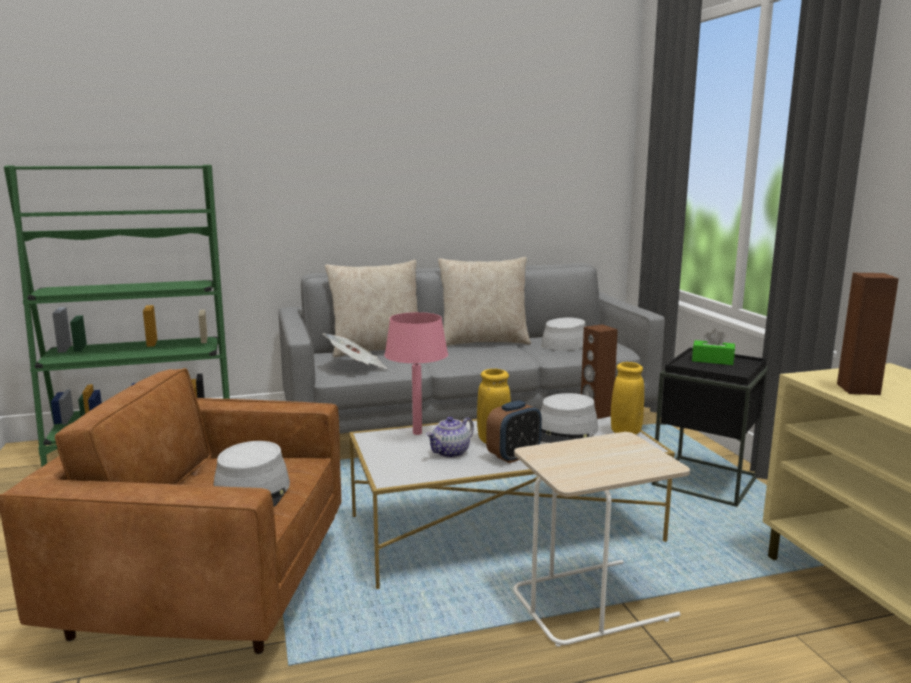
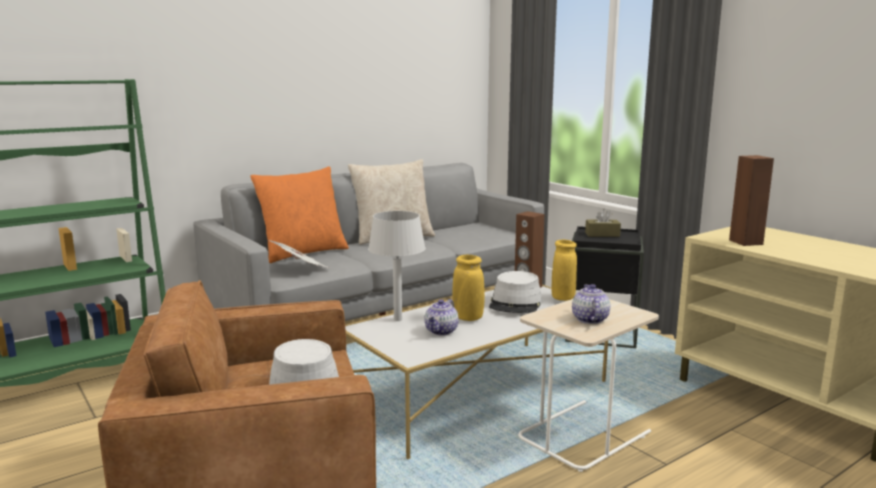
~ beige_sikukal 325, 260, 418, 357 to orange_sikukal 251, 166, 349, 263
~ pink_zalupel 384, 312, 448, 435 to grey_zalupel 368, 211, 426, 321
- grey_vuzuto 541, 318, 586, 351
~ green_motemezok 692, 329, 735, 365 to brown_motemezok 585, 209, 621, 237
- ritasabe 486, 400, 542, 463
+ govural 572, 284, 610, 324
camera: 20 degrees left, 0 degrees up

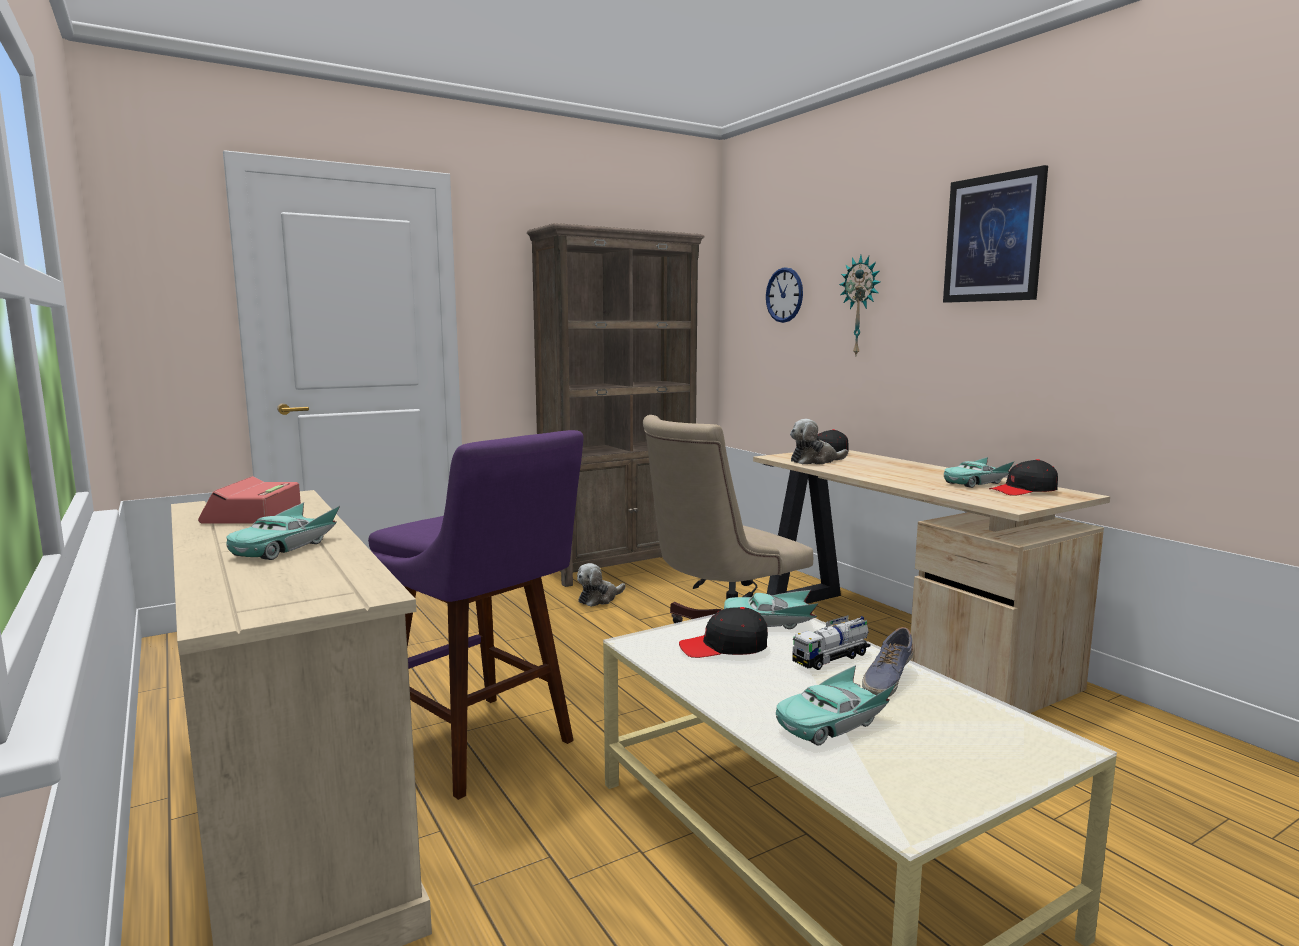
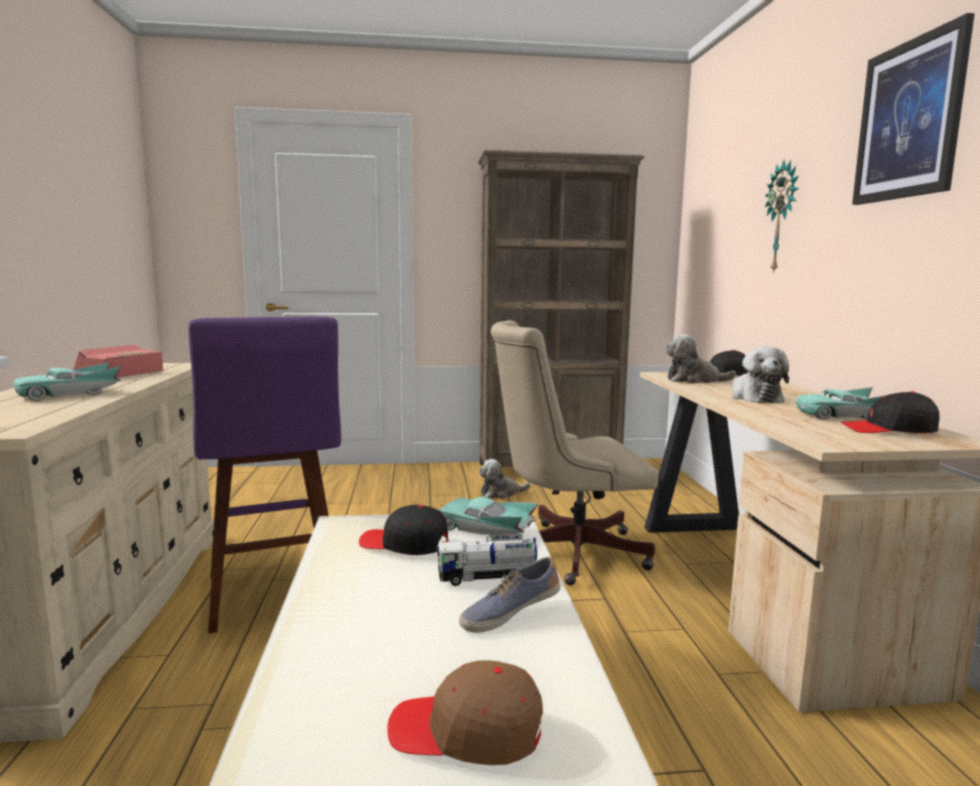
- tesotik 766, 267, 803, 323
- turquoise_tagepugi 776, 665, 896, 746
+ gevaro 732, 346, 789, 403
+ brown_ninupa 387, 660, 543, 765
camera: 25 degrees right, 0 degrees up

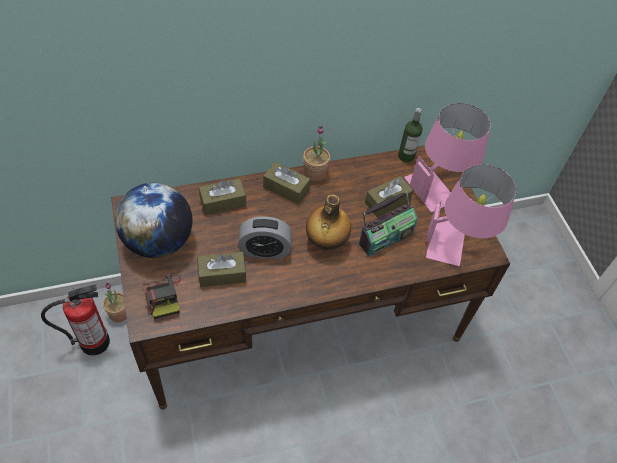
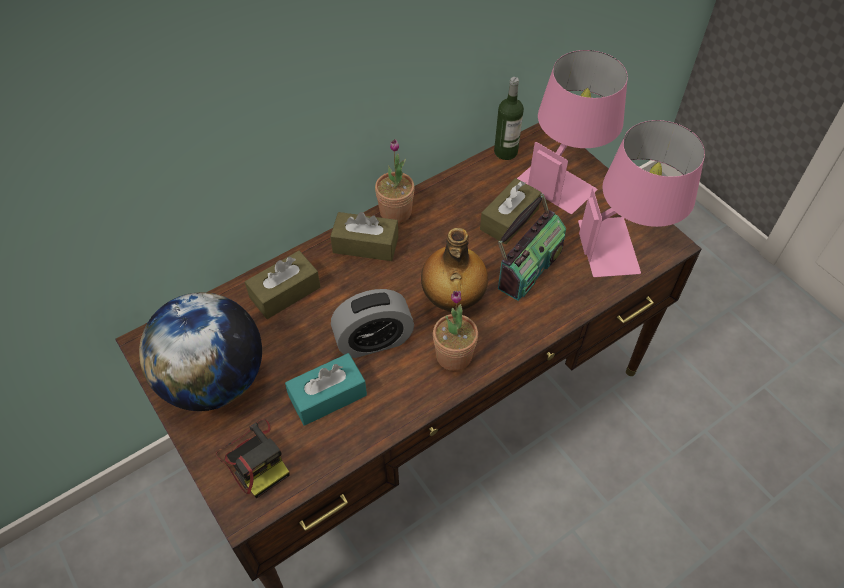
~ brown_motemezok 197, 252, 246, 287 to turquoise_motemezok 285, 353, 367, 426
~ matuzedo 103, 283, 126, 322 to 433, 290, 478, 371
- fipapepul 41, 284, 110, 356
camera: 15 degrees left, 0 degrees up

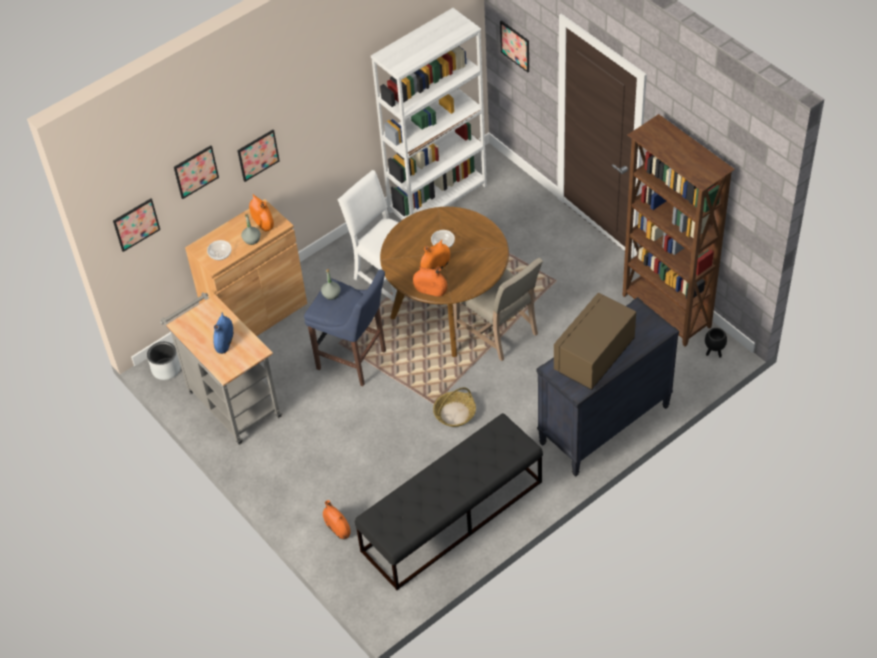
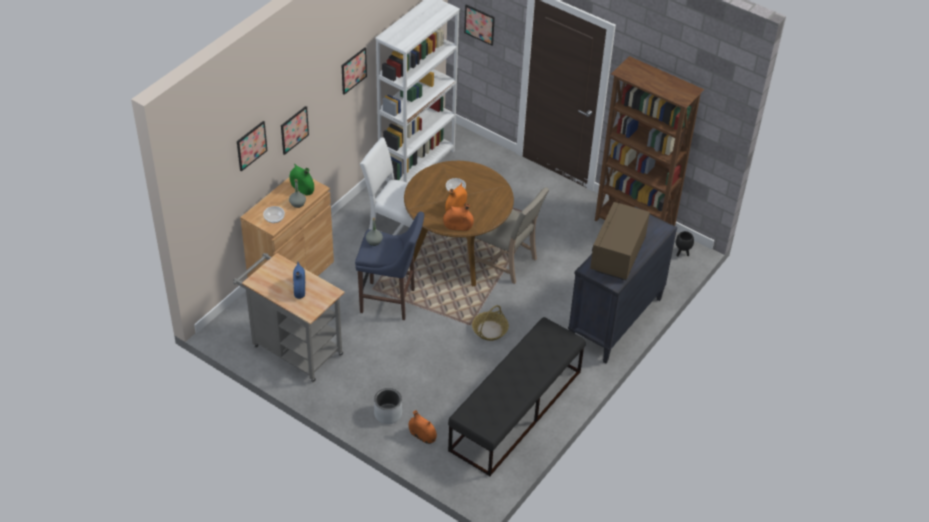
~ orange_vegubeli 249, 194, 274, 231 to green_vegubeli 290, 164, 314, 195
~ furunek 113, 199, 160, 252 to 342, 47, 367, 95
~ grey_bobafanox 147, 342, 181, 380 to 374, 388, 402, 424
camera: 20 degrees left, 5 degrees down

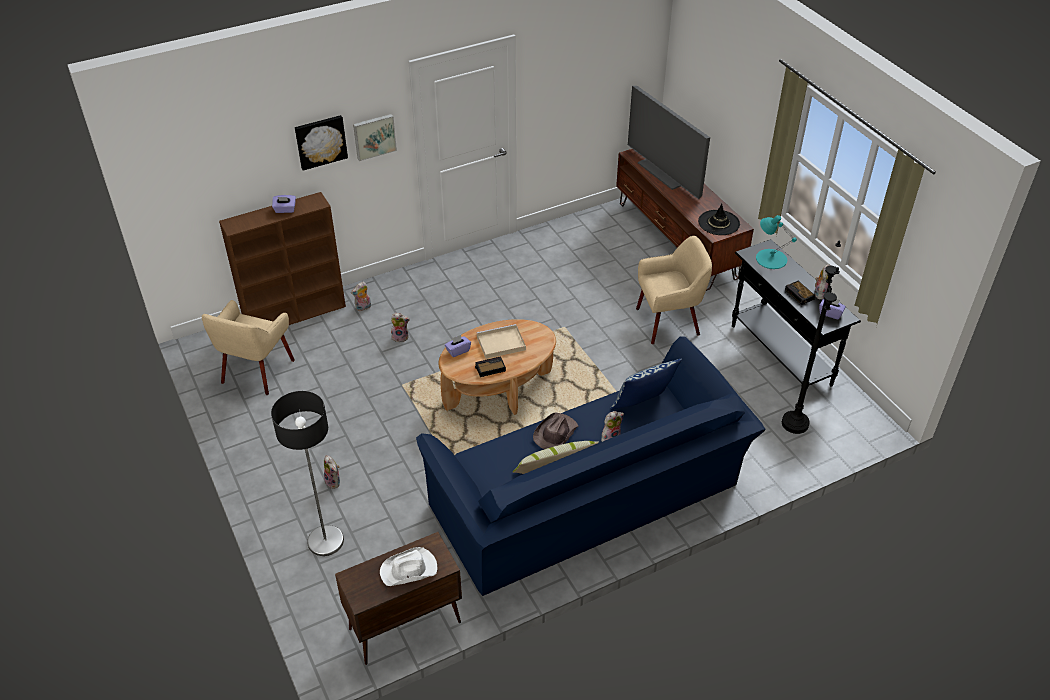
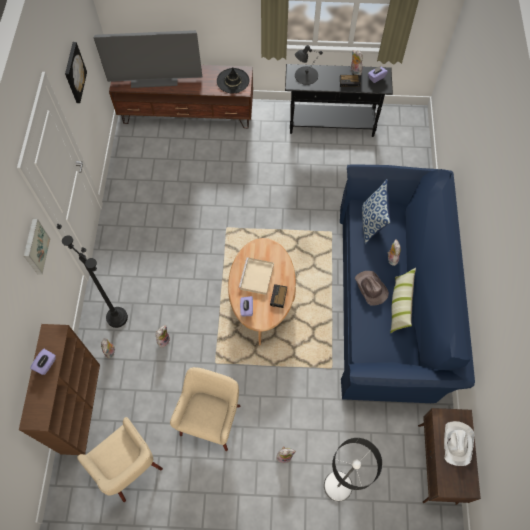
~ furunek 295, 115, 348, 170 to 65, 42, 87, 103
~ turquoise_zalupel 756, 215, 797, 269 to black_zalupel 295, 45, 323, 85
~ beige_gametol 636, 236, 712, 344 to 170, 367, 240, 451
~ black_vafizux 782, 240, 841, 434 to 57, 224, 128, 328
camera: 60 degrees left, 20 degrees up

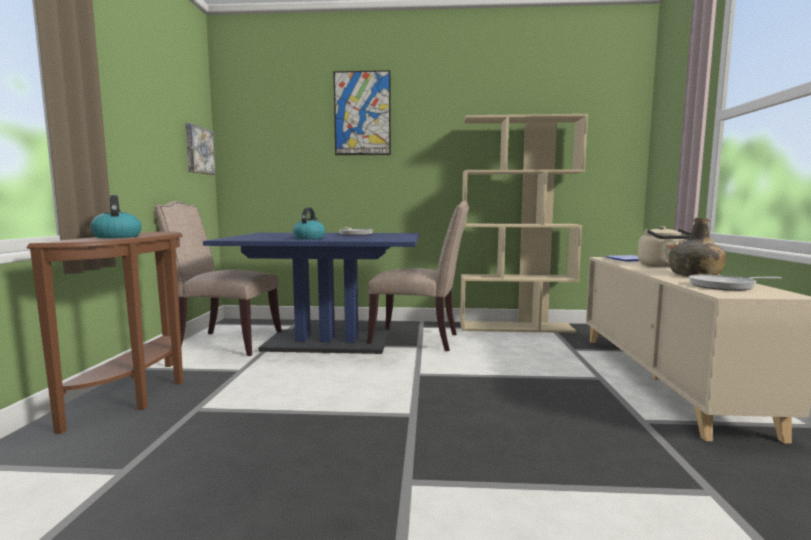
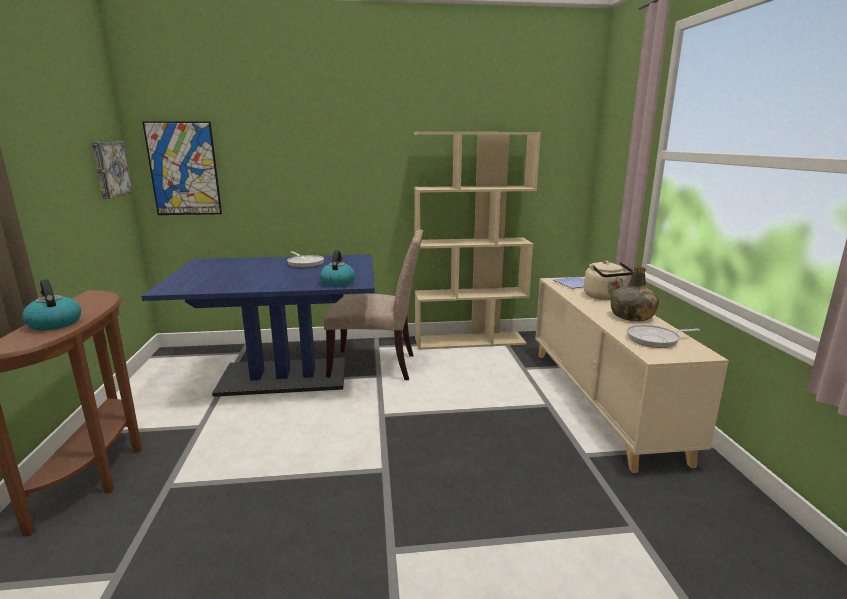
~ furunek 333, 70, 391, 155 to 142, 121, 222, 215
- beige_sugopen 154, 201, 282, 356
~ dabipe 292, 207, 325, 239 to 320, 250, 355, 287
camera: 10 degrees left, 10 degrees up

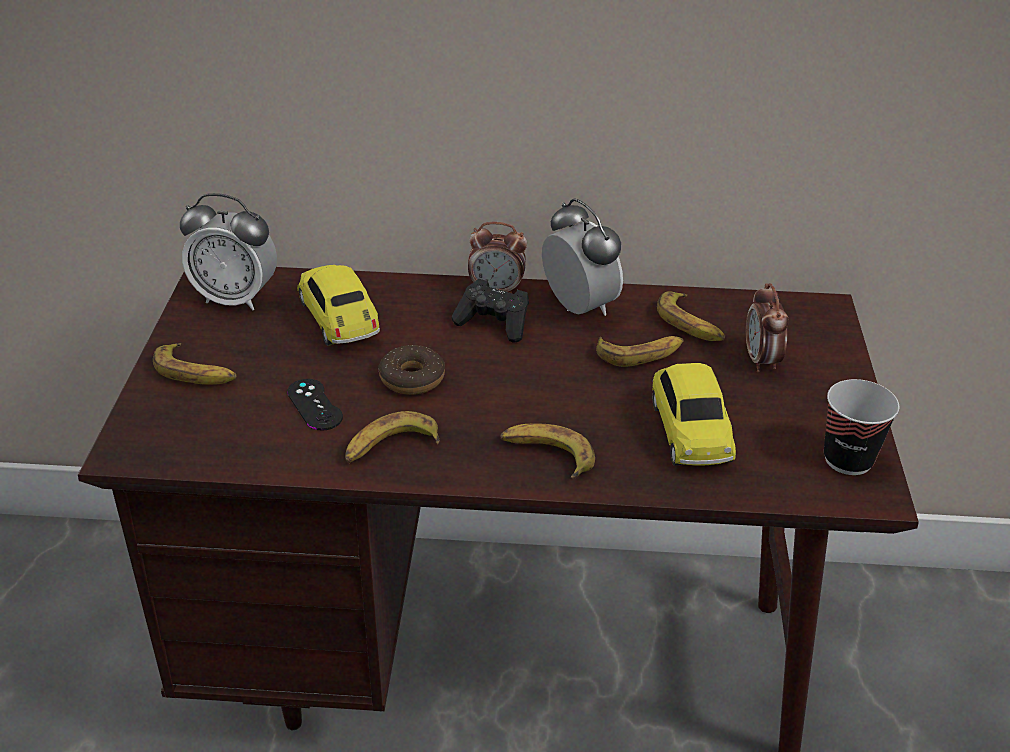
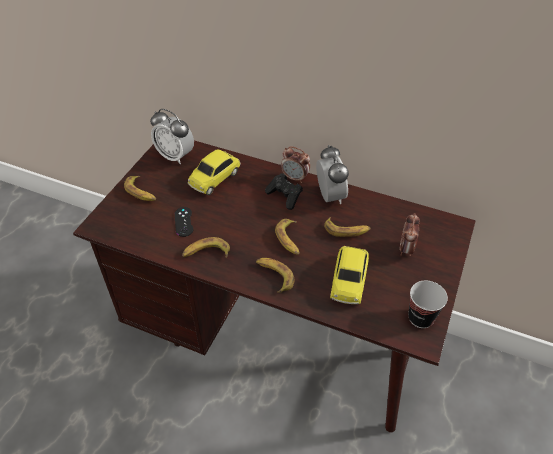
~ tagepugi 297, 265, 380, 346 = 188, 150, 240, 195 135 degrees counterclockwise
~ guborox 657, 292, 725, 341 to 275, 219, 300, 255
- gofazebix 378, 345, 445, 395
camera: 20 degrees right, 10 degrees up

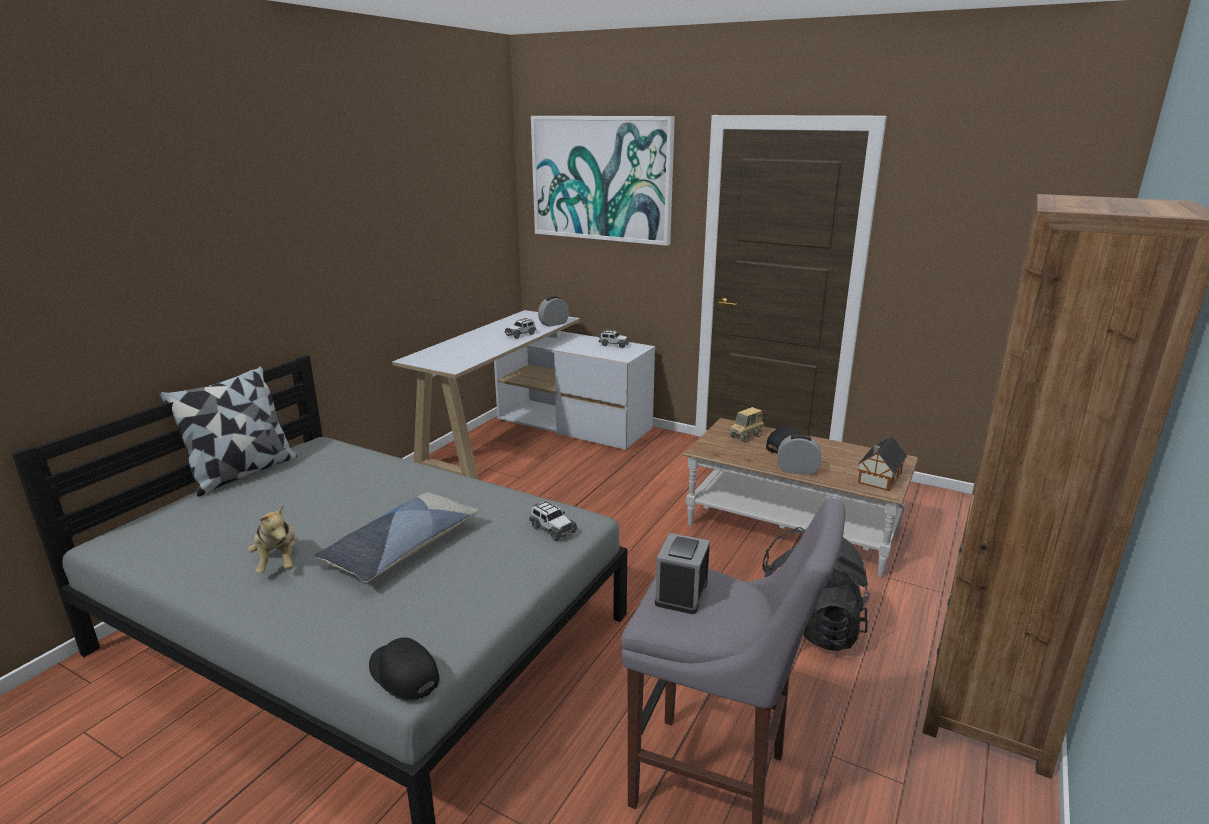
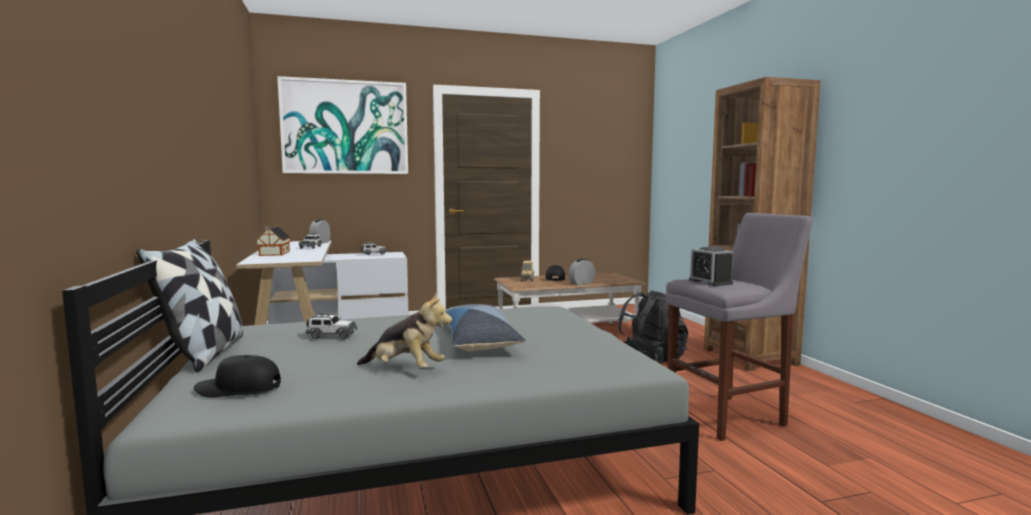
~ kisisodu 857, 437, 907, 491 to 256, 226, 291, 256
~ tagepugi 529, 501, 577, 541 to 306, 313, 357, 339
~ black_ninupa 369, 637, 440, 701 to 194, 355, 281, 397
camera: 45 degrees left, 15 degrees down

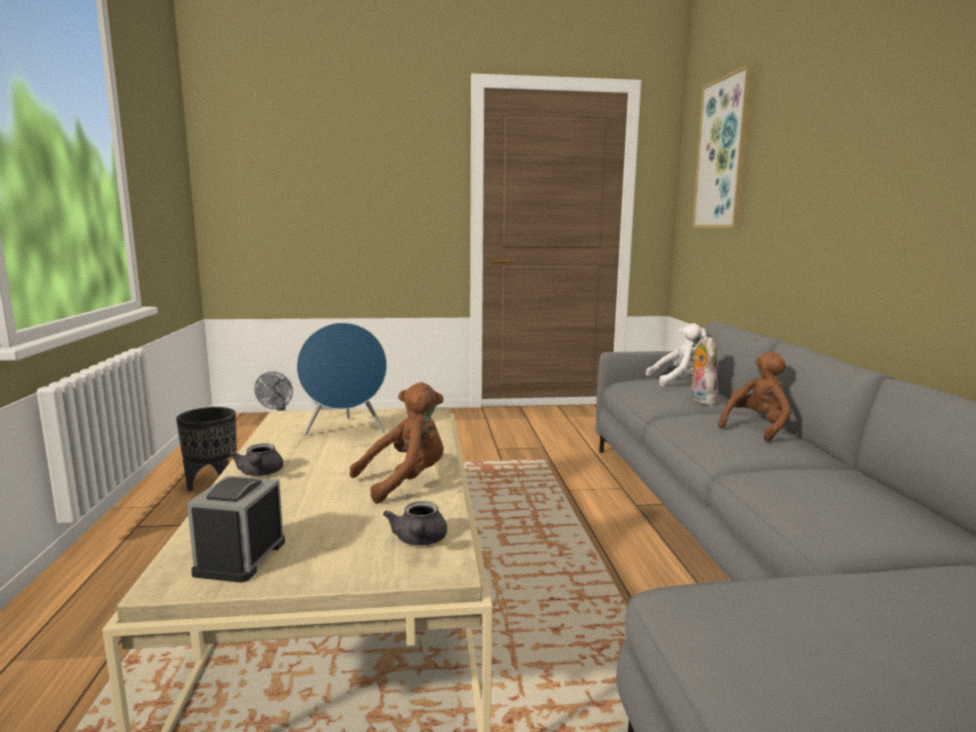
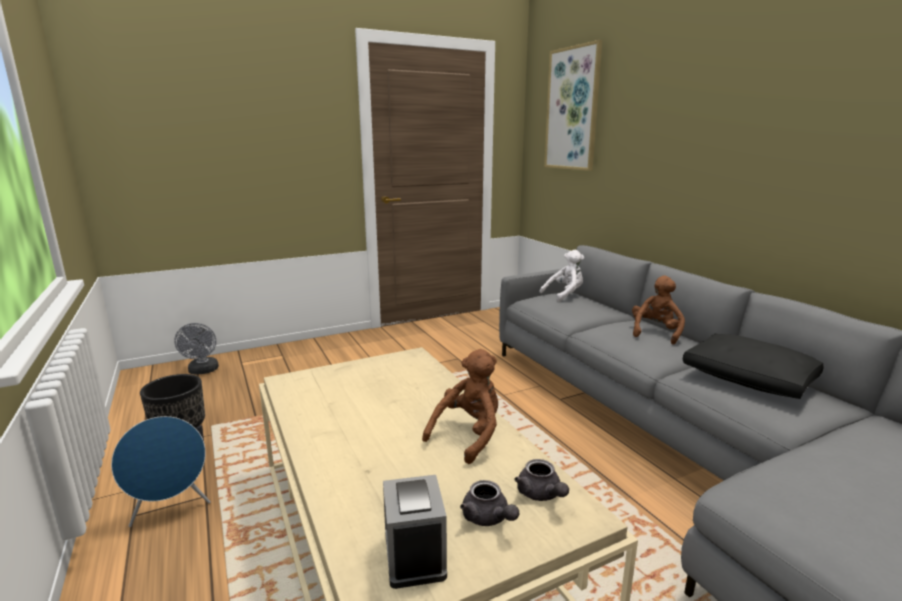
~ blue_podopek 296, 323, 387, 436 to 111, 416, 211, 527
- gevaro 689, 336, 718, 405
~ grey_govural 229, 444, 283, 476 to 460, 480, 519, 526
+ black_sikukal 683, 334, 824, 399
camera: 20 degrees left, 5 degrees up

